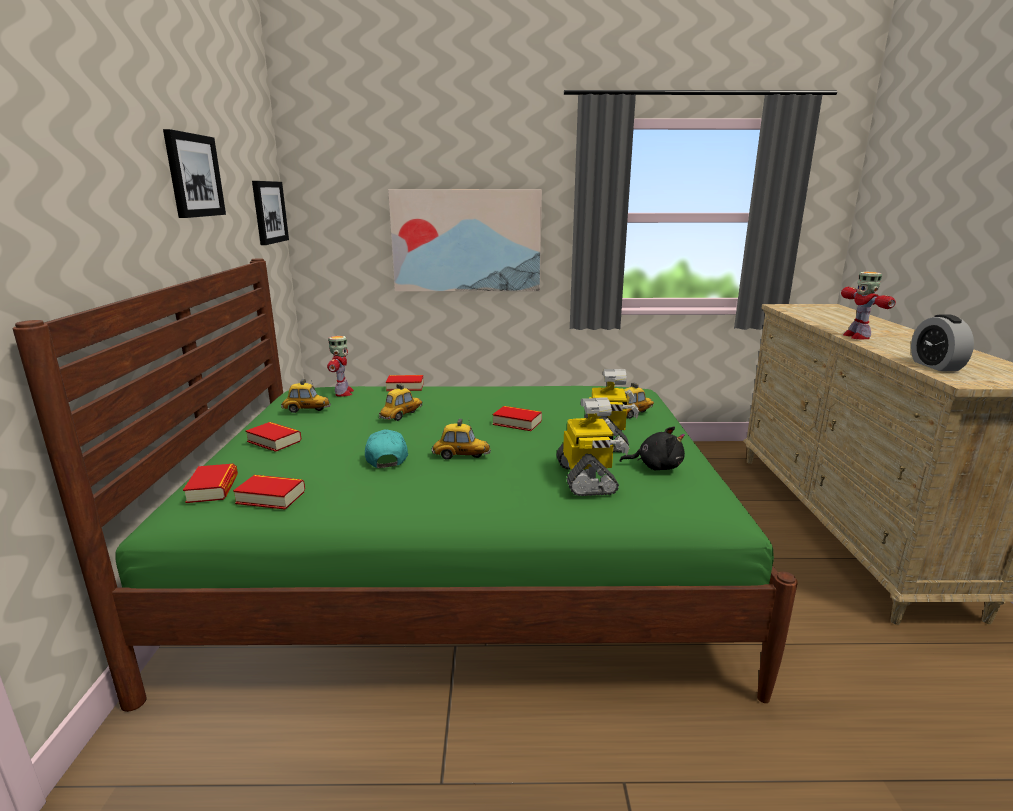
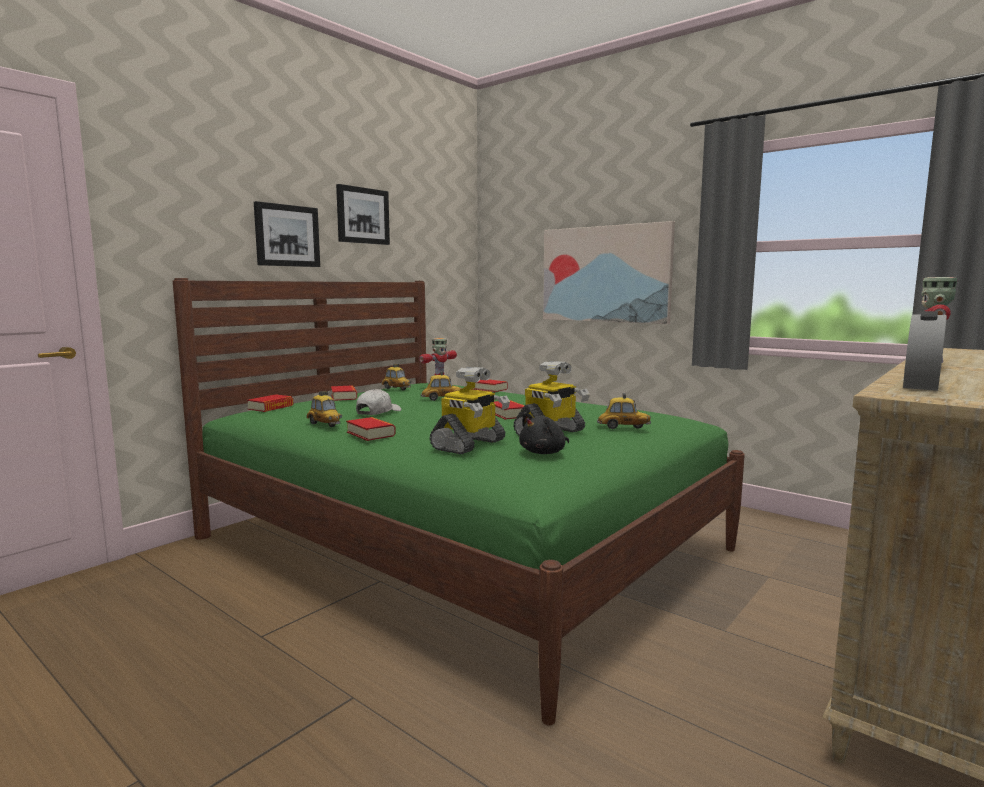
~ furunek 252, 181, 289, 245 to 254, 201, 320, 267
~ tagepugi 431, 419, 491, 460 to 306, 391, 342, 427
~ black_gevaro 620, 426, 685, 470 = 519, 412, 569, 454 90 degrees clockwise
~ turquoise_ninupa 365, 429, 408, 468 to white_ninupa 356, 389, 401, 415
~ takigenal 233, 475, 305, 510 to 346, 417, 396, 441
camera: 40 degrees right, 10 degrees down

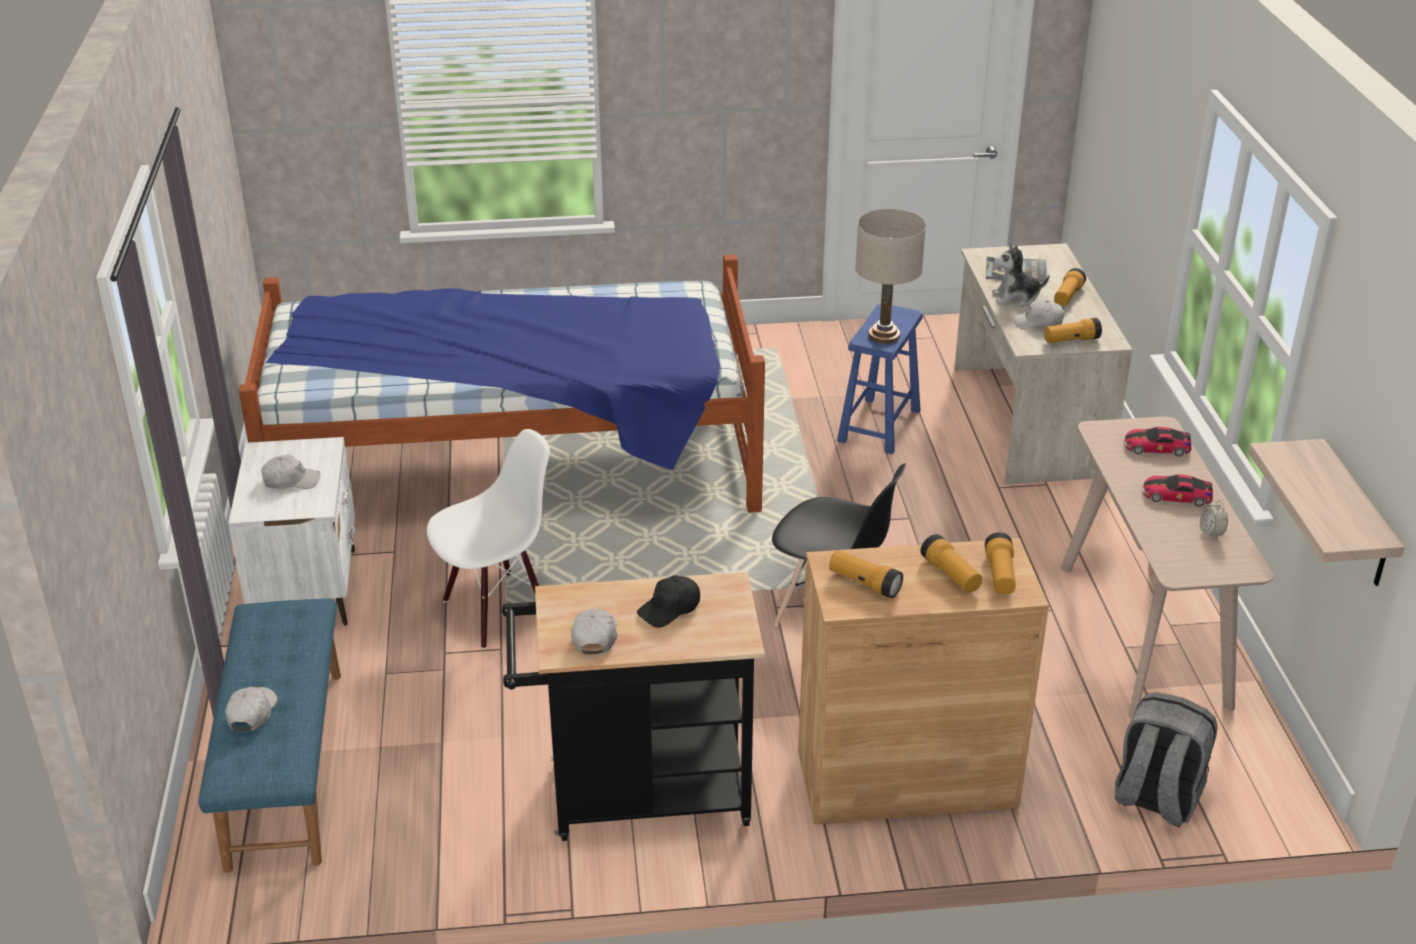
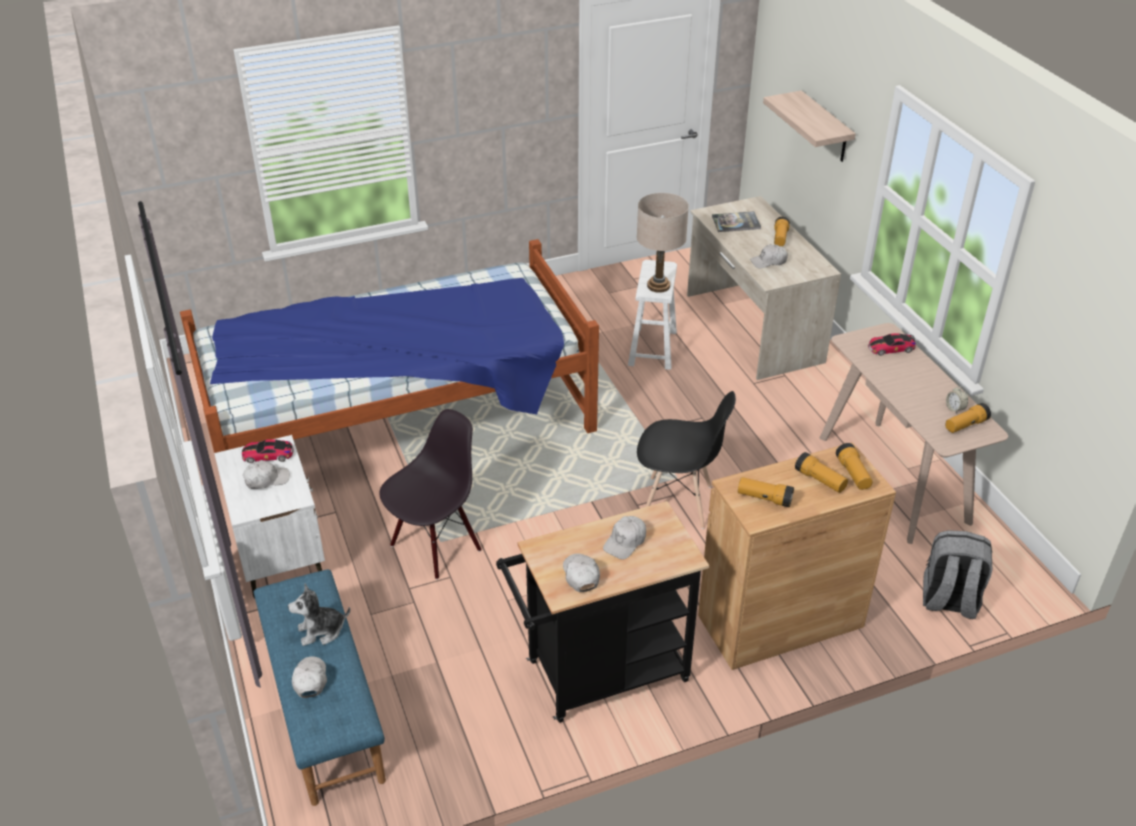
~ gevaro 992, 243, 1049, 307 to 288, 584, 350, 646
~ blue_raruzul 837, 304, 923, 454 to white_raruzul 628, 260, 677, 370
~ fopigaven 1044, 318, 1102, 343 to 945, 403, 991, 433
~ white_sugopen 427, 429, 550, 649 to black_sugopen 379, 409, 482, 580
~ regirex 1249, 439, 1404, 586 to 763, 91, 856, 162
~ tagepugi 1142, 474, 1213, 507 to 242, 439, 294, 463
~ black_ninupa 637, 575, 700, 628 to white_ninupa 603, 516, 646, 560
camera: 15 degrees left, 5 degrees up

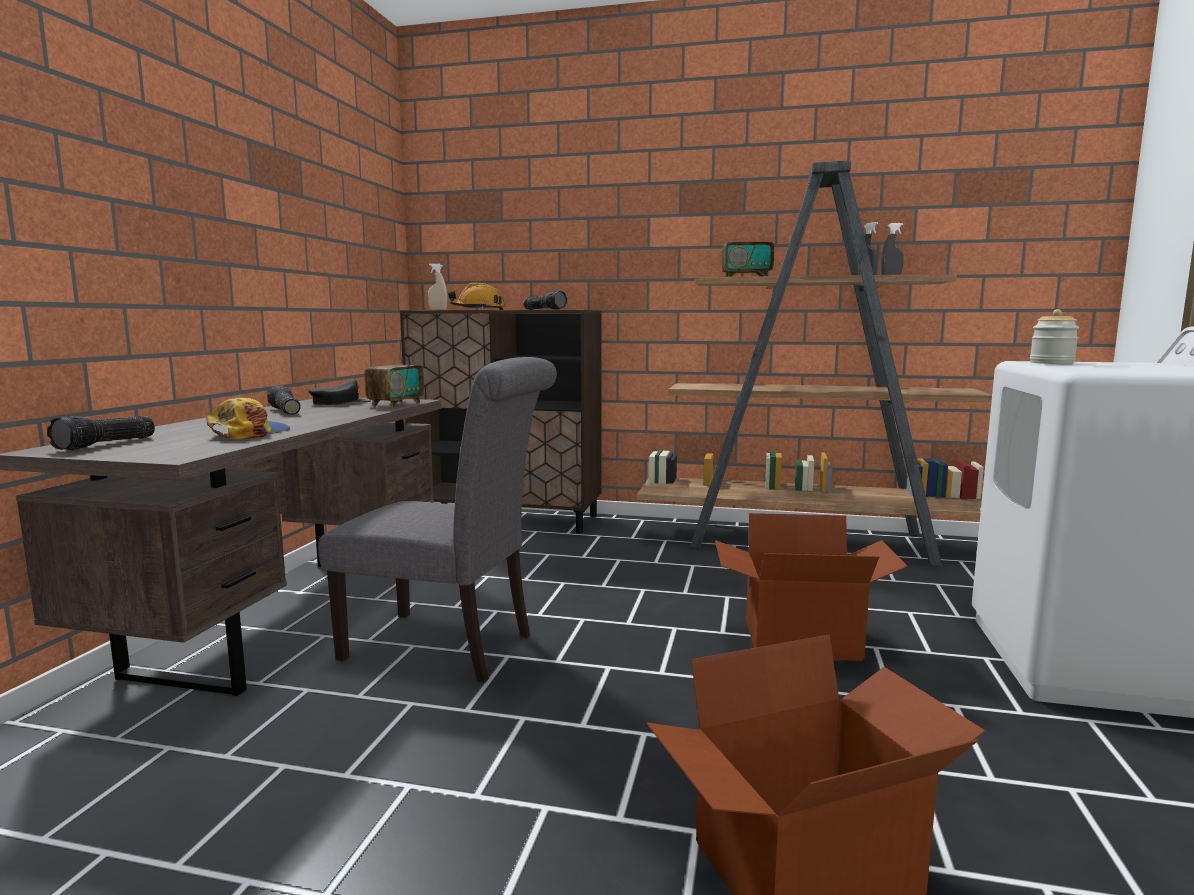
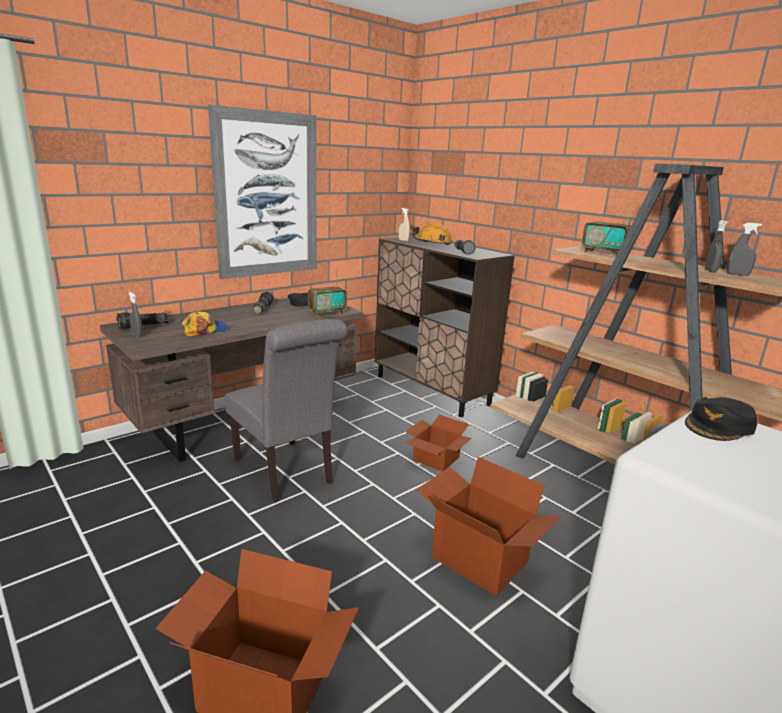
~ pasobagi 1030, 309, 1079, 364 to black_ninupa 685, 397, 757, 441
+ furunek 208, 105, 316, 279
+ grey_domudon 128, 292, 142, 337
+ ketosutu 405, 415, 472, 472
camera: 35 degrees right, 10 degrees up

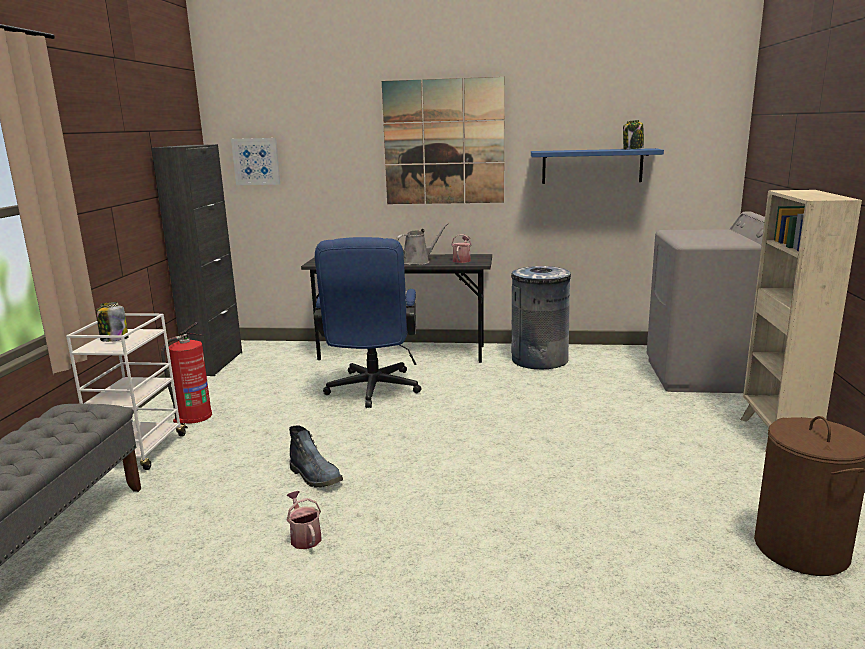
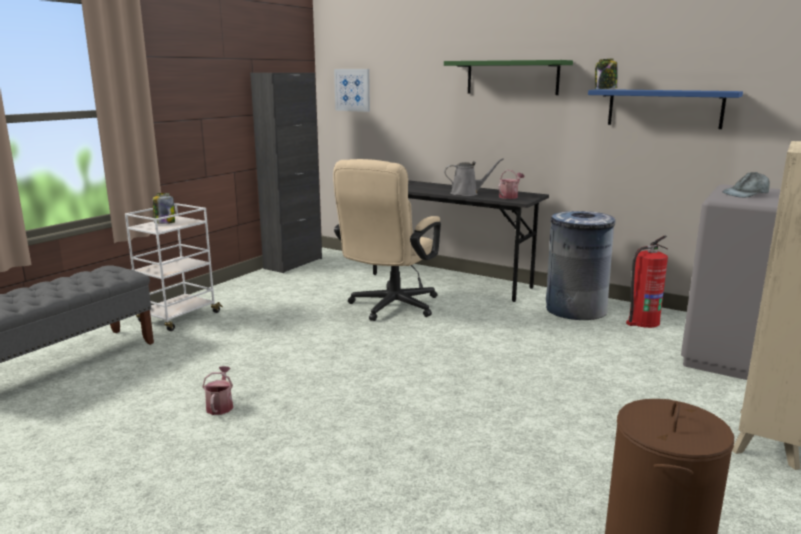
~ furunek 382, 77, 505, 204 to green_regirex 444, 60, 573, 95
~ pasobagi 623, 120, 644, 150 to 595, 59, 618, 90
~ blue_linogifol 314, 237, 421, 408 to beige_linogifol 333, 159, 441, 321
~ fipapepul 161, 322, 212, 424 to 626, 235, 668, 328
- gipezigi 289, 425, 343, 488
+ grey_ninupa 722, 172, 770, 198
camera: 25 degrees right, 0 degrees up

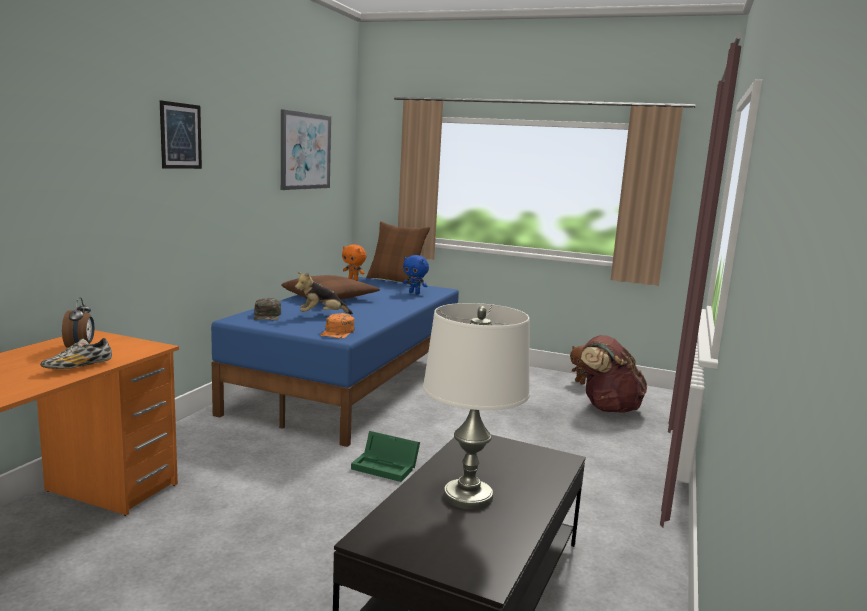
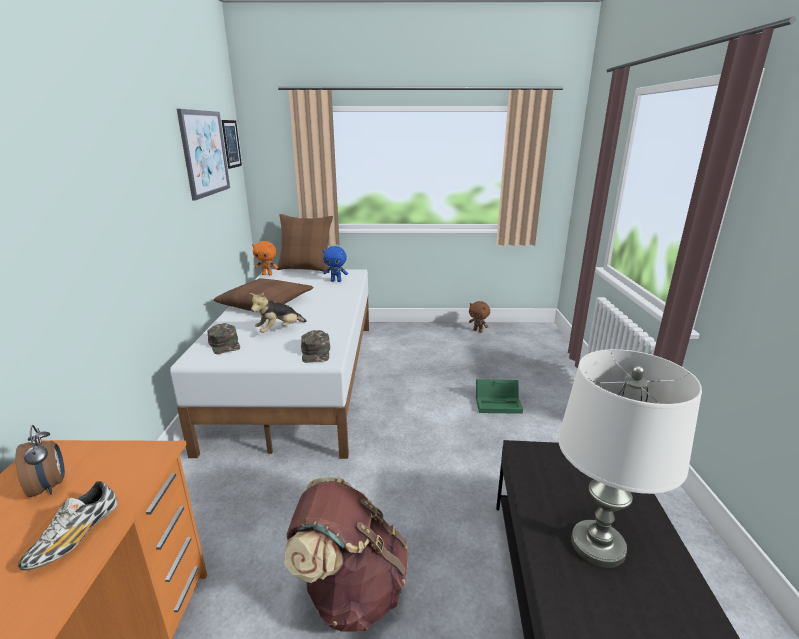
~ furunek 160, 100, 202, 169 to 222, 120, 242, 169
~ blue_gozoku 211, 277, 459, 447 to white_gozoku 170, 269, 369, 459
~ orange_ninupa 320, 313, 355, 338 to green_ninupa 301, 330, 330, 363
~ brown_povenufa 581, 335, 647, 413 to 284, 477, 408, 632
~ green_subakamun 351, 431, 420, 482 to 476, 379, 523, 414
camera: 20 degrees left, 10 degrees up

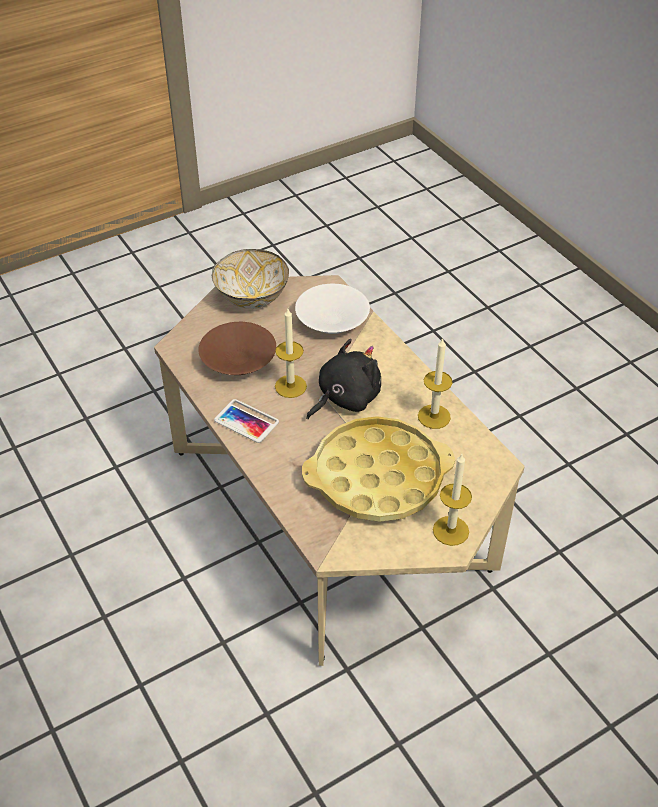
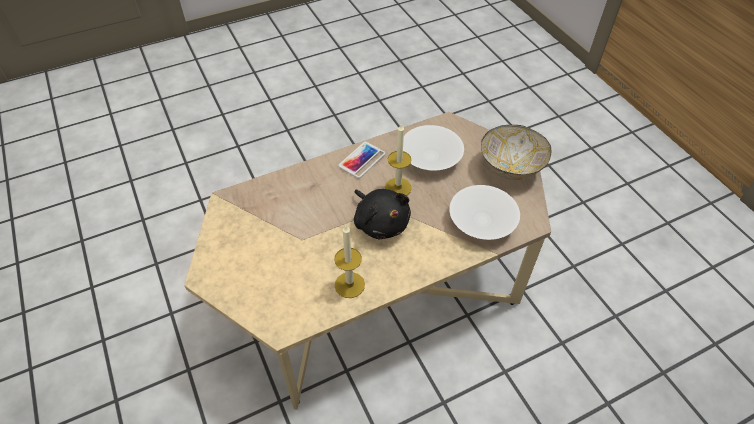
~ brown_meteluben 199, 322, 276, 375 to white_meteluben 403, 125, 464, 171
- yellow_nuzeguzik 302, 416, 455, 522
- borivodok 433, 454, 472, 546
camera: 95 degrees right, 5 degrees up

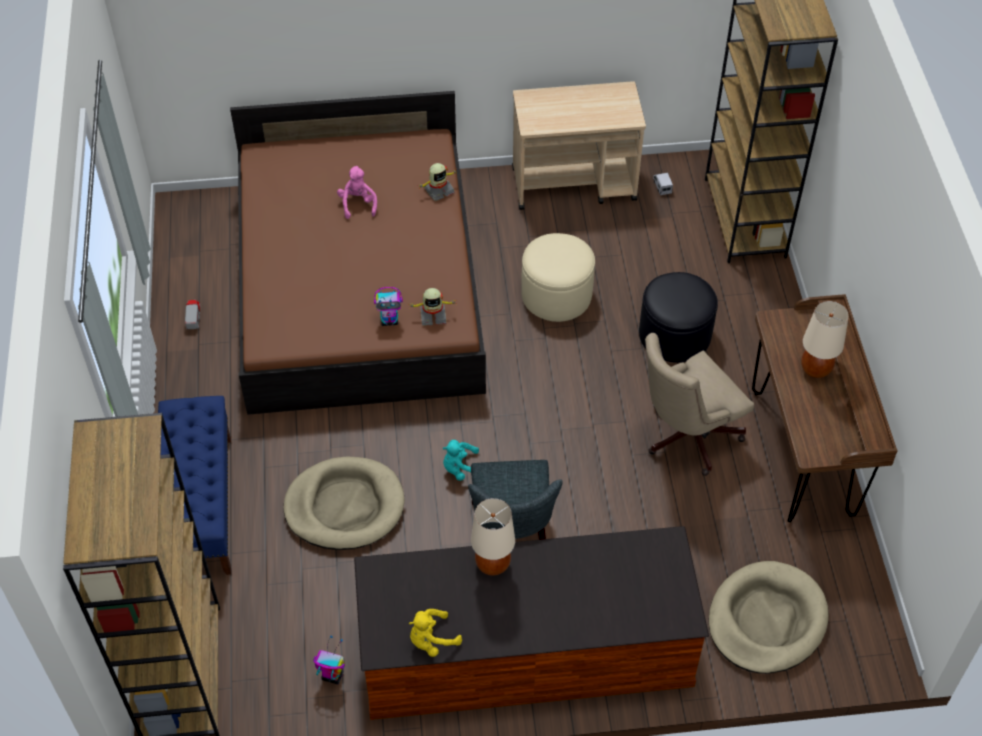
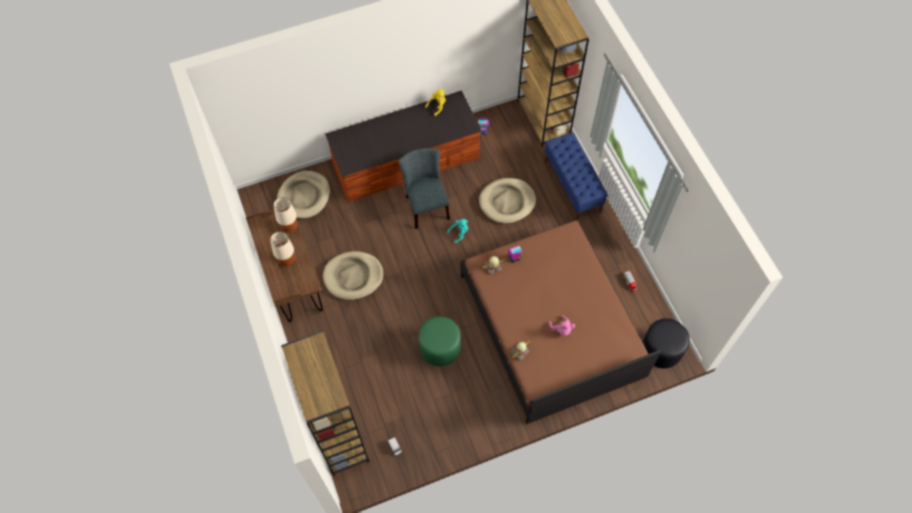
- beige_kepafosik 512, 81, 646, 210
~ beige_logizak 521, 233, 595, 322 to green_logizak 419, 317, 461, 366
~ black_logizak 639, 272, 718, 363 to 643, 318, 690, 368
~ beige_linogifol 645, 333, 754, 476 to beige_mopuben 323, 251, 384, 300
~ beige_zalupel 471, 498, 515, 576 to 273, 197, 297, 232
camera: 165 degrees right, 10 degrees up

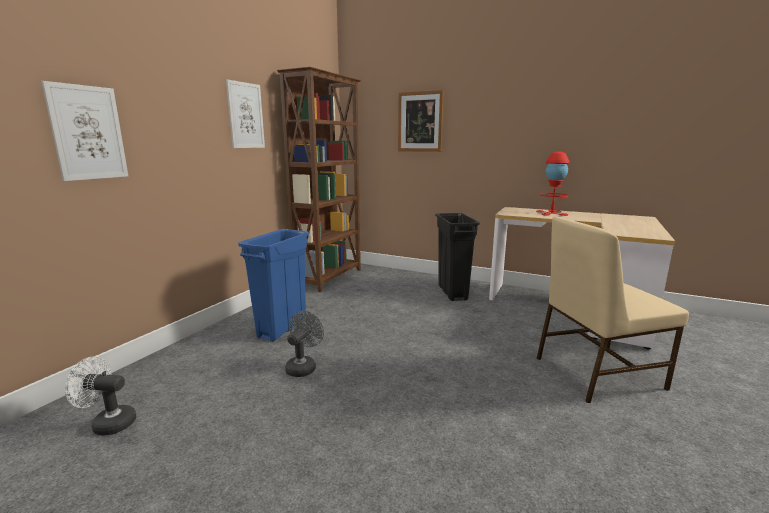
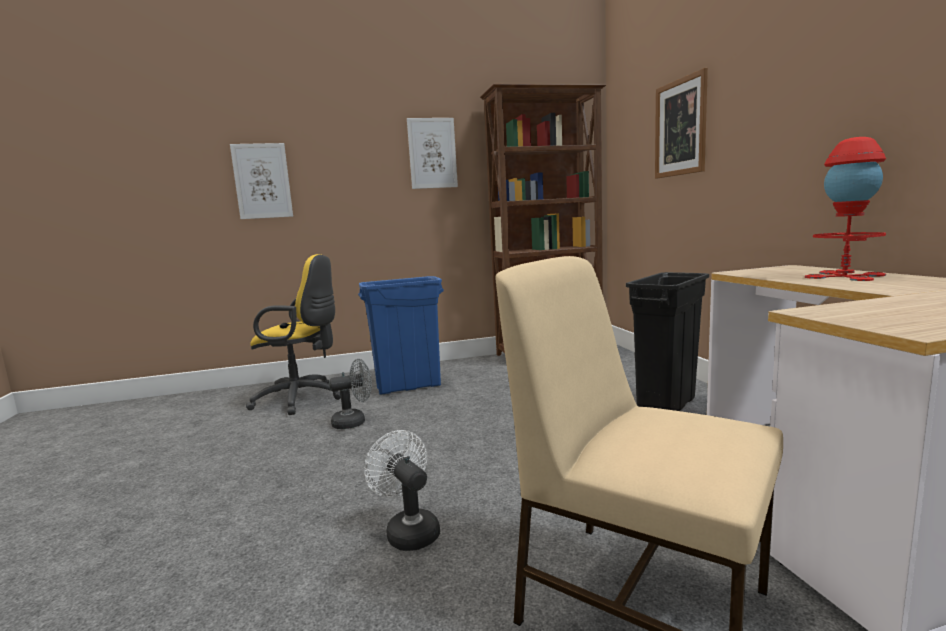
~ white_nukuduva 65, 356, 137, 435 to 364, 430, 440, 551
+ yellow_linogifol 246, 254, 341, 415
camera: 50 degrees right, 5 degrees down

